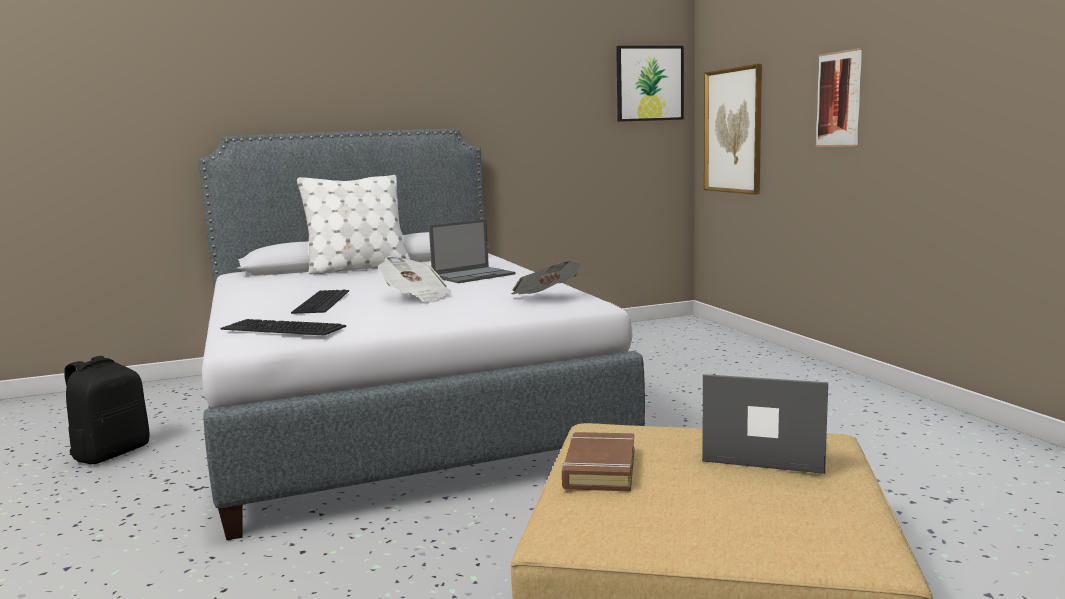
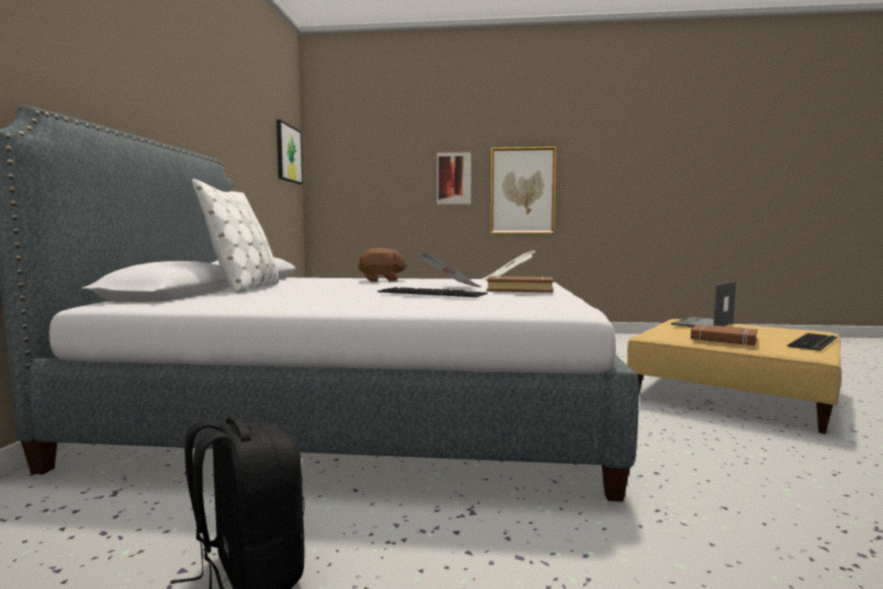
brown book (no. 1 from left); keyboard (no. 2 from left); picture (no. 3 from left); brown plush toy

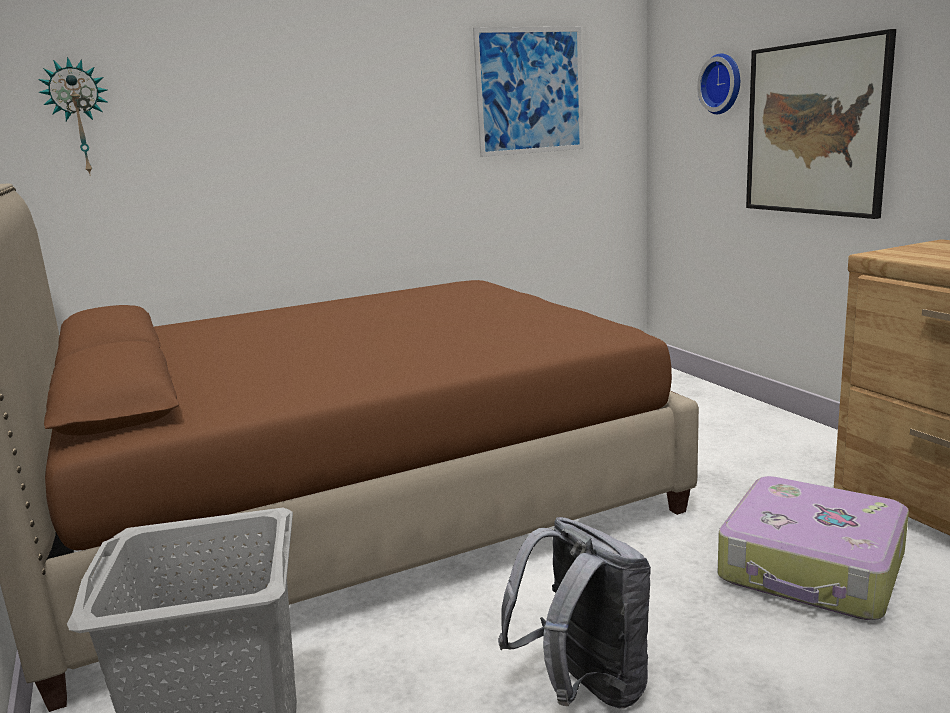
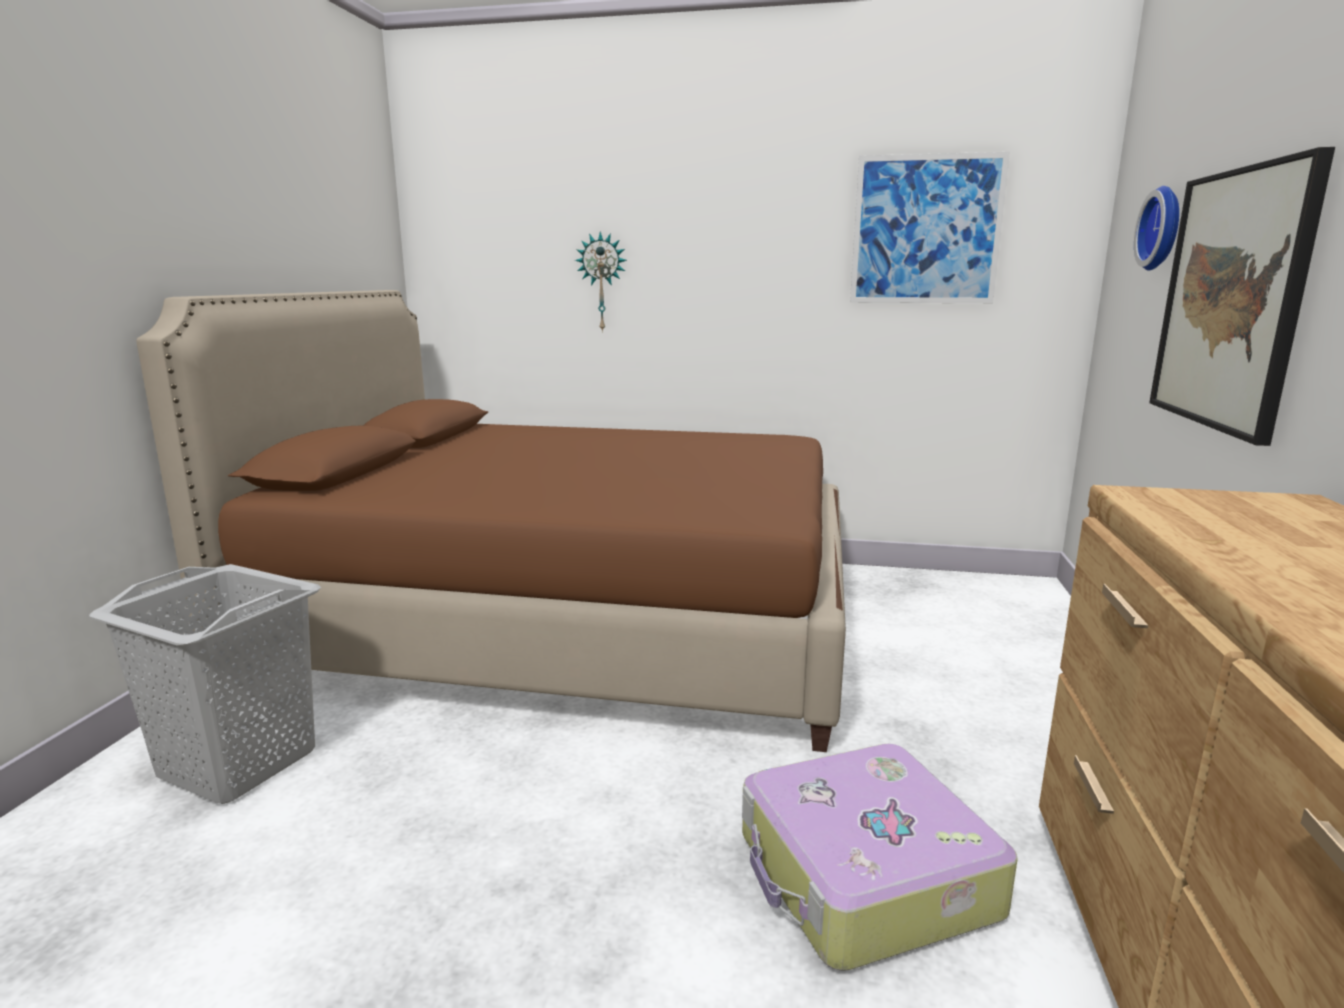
grey backpack; wall clock (no. 1 from left)

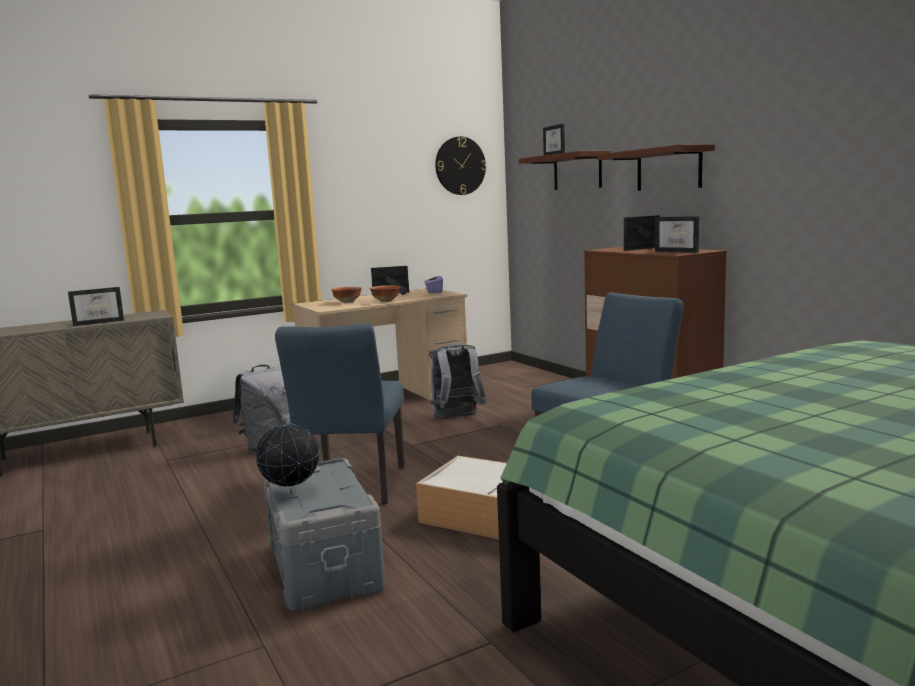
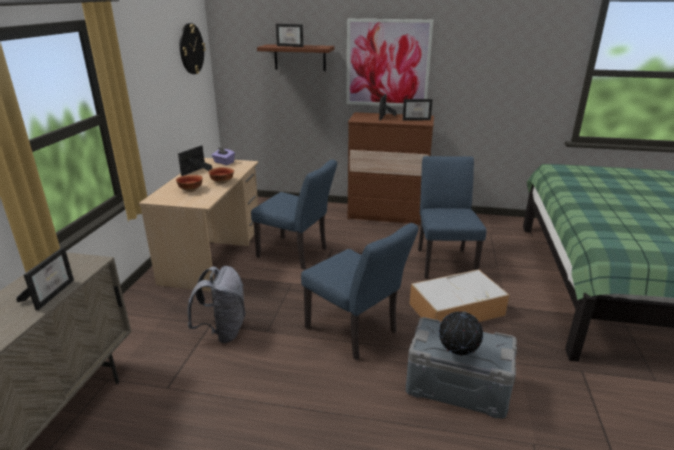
blue chair (no. 1 from left); picture

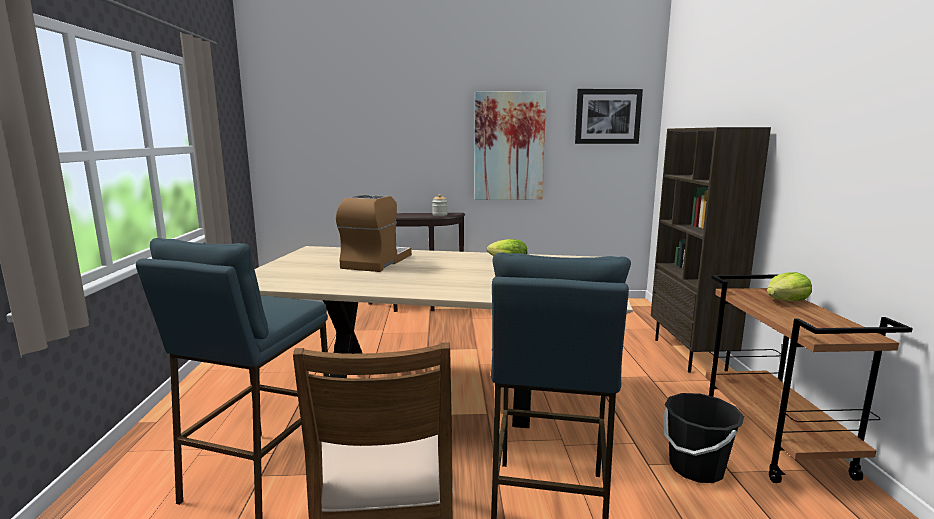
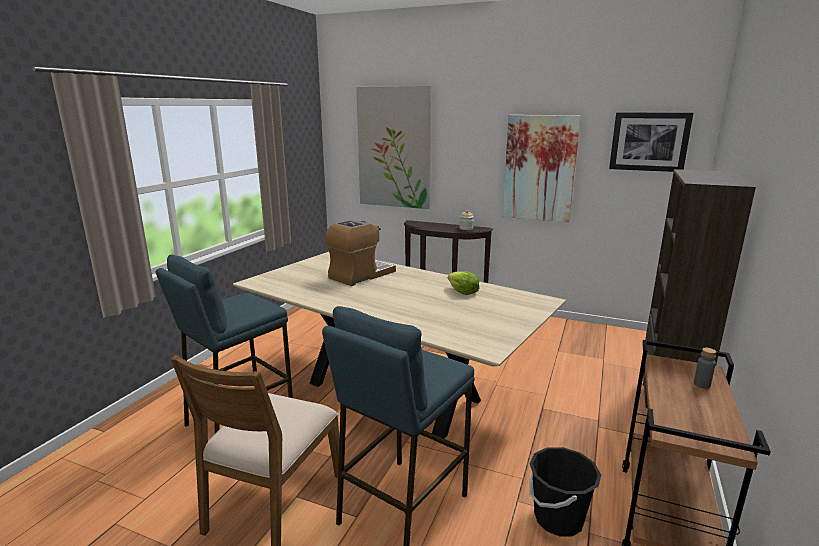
picture (no. 1 from left); grey bottle

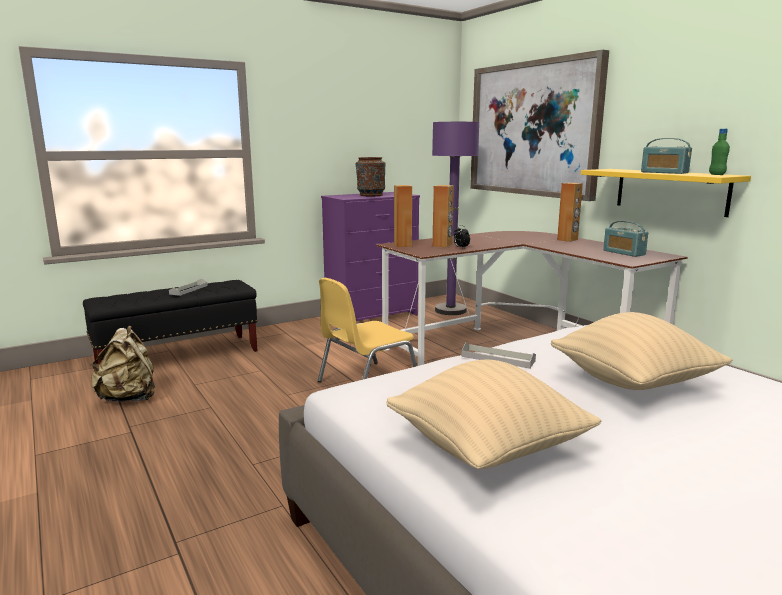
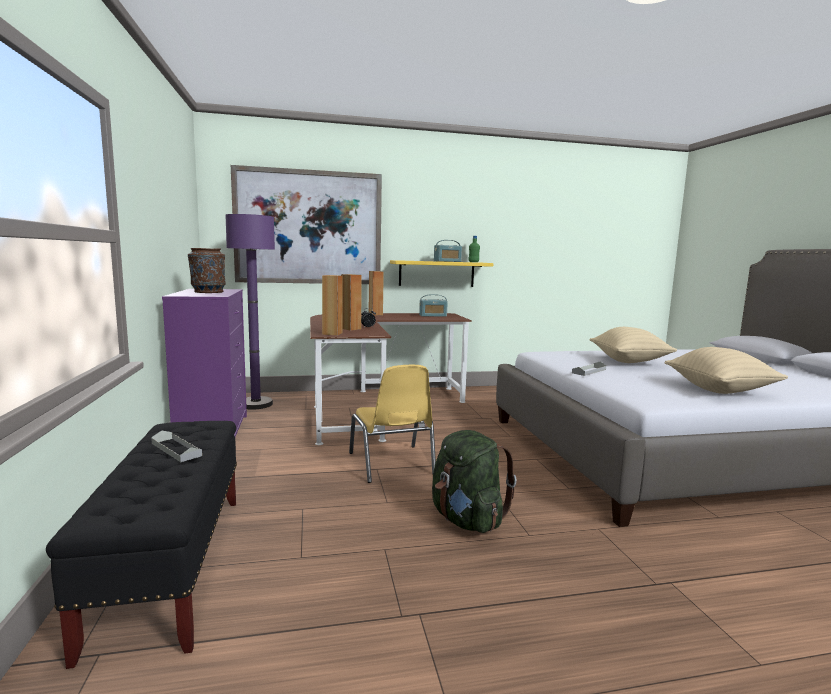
beige backpack; green backpack

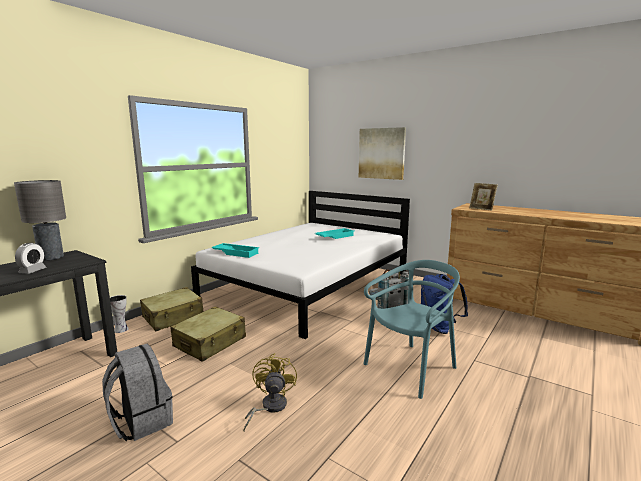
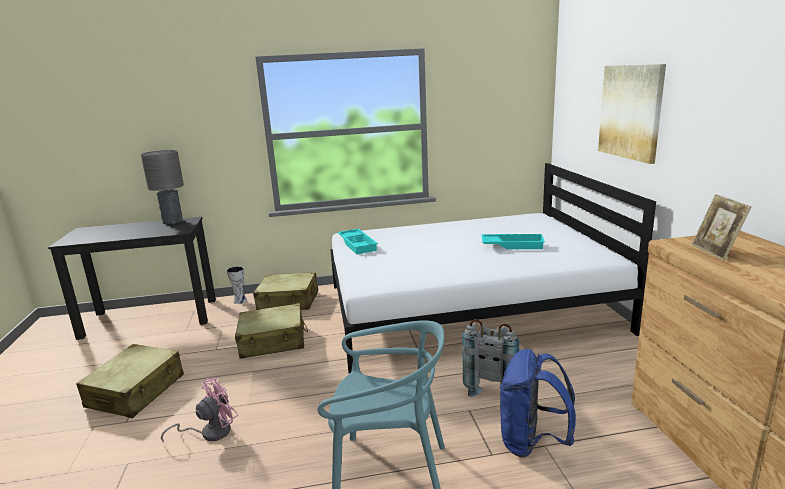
alarm clock; beige suitcase (no. 1 from left); pink fan

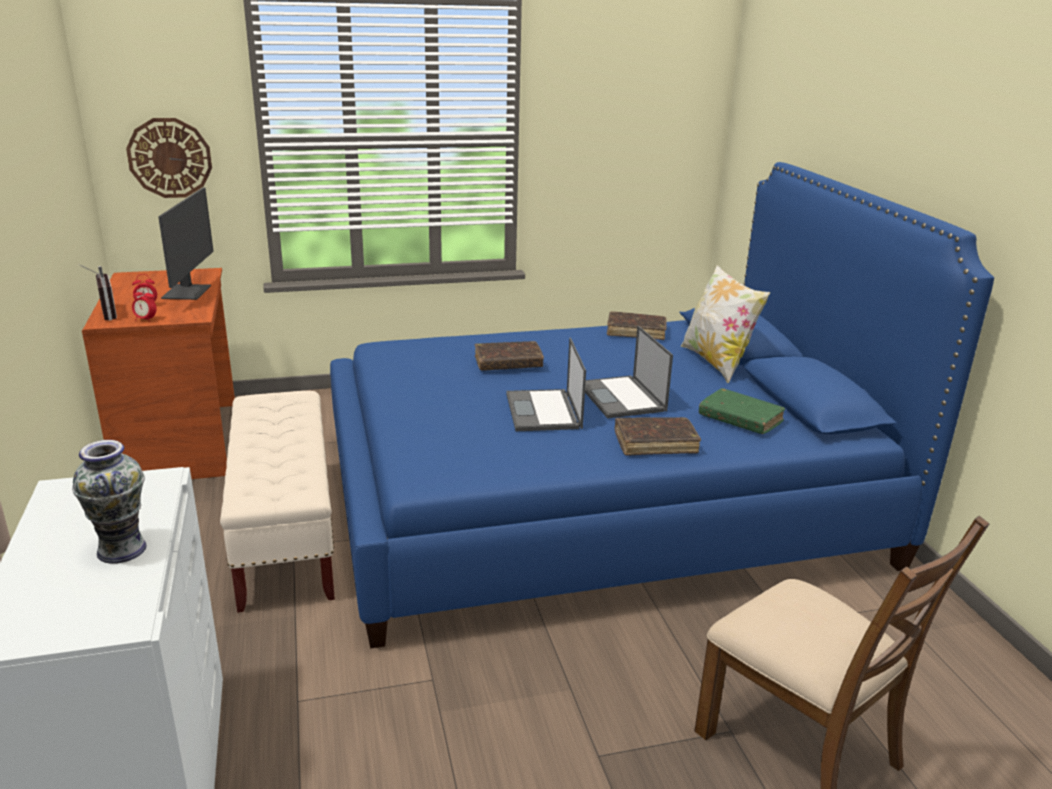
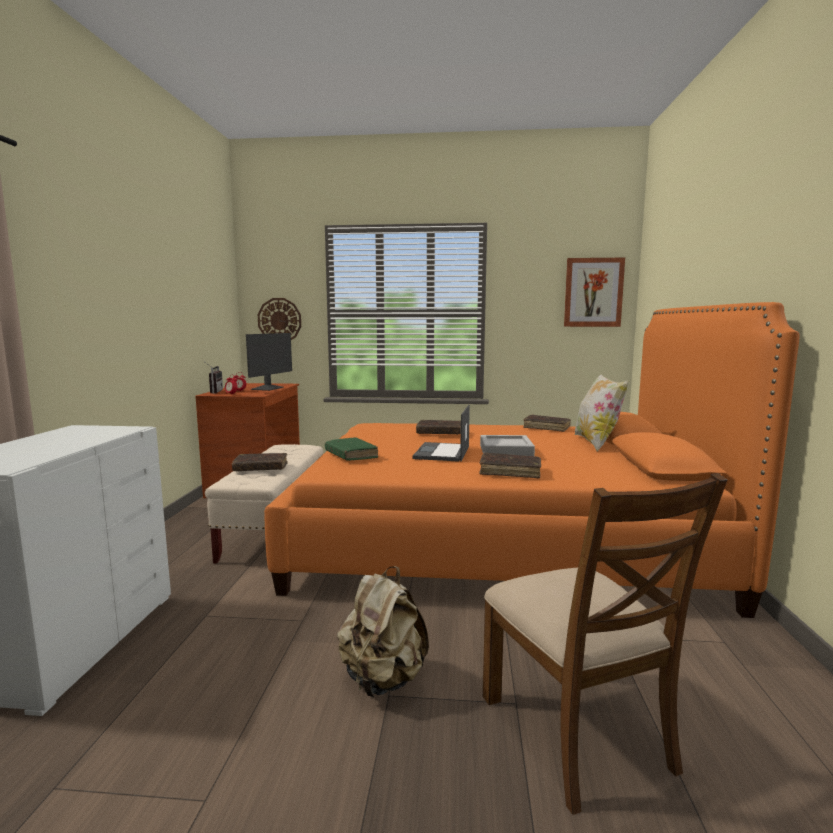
vase; brown book (no. 1 from left); beige backpack; picture; green book; grey tray; orange bed

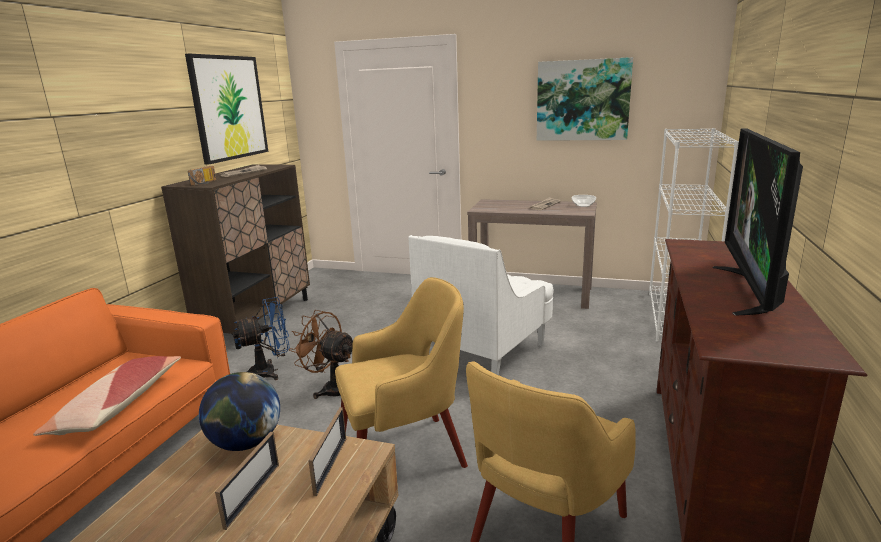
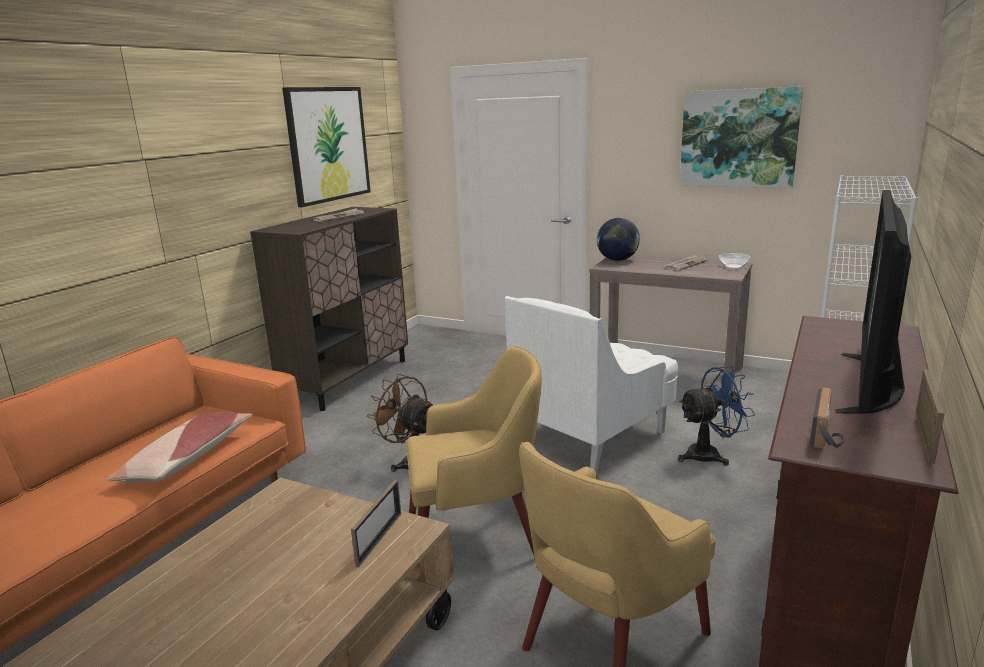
radio; globe; picture frame (no. 2 from left); blue fan

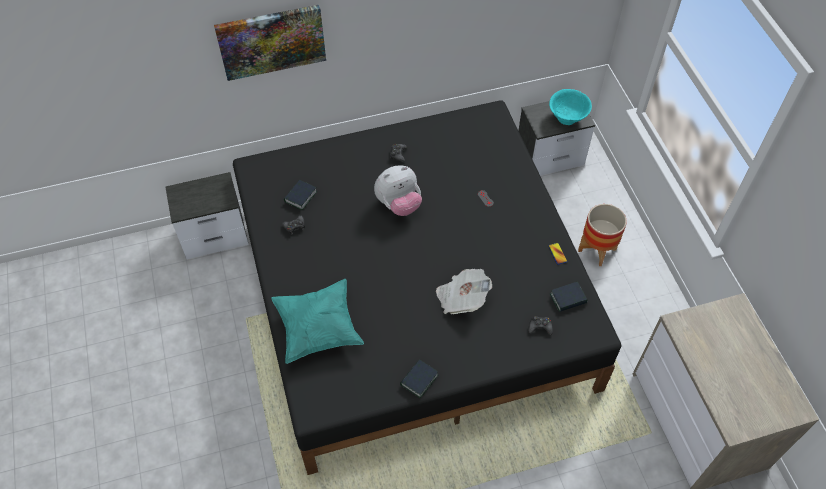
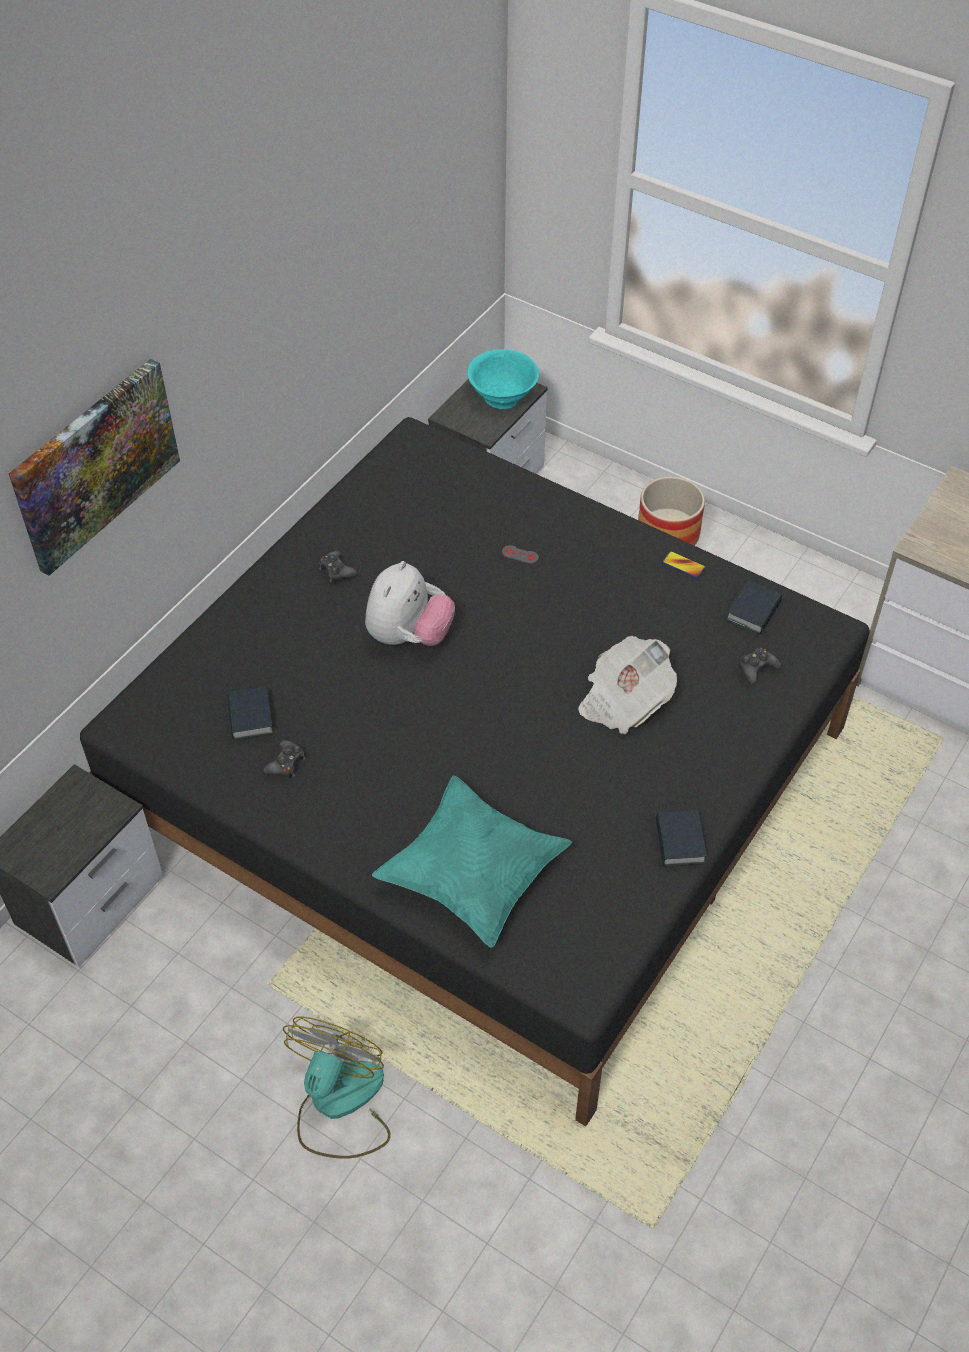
fan

